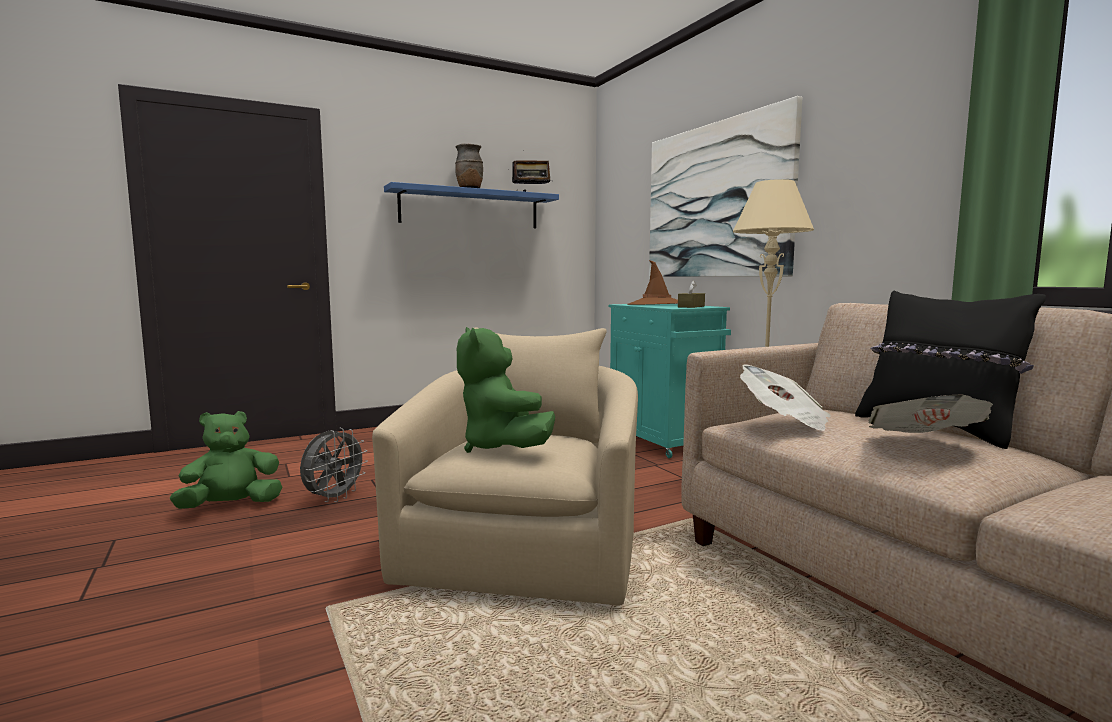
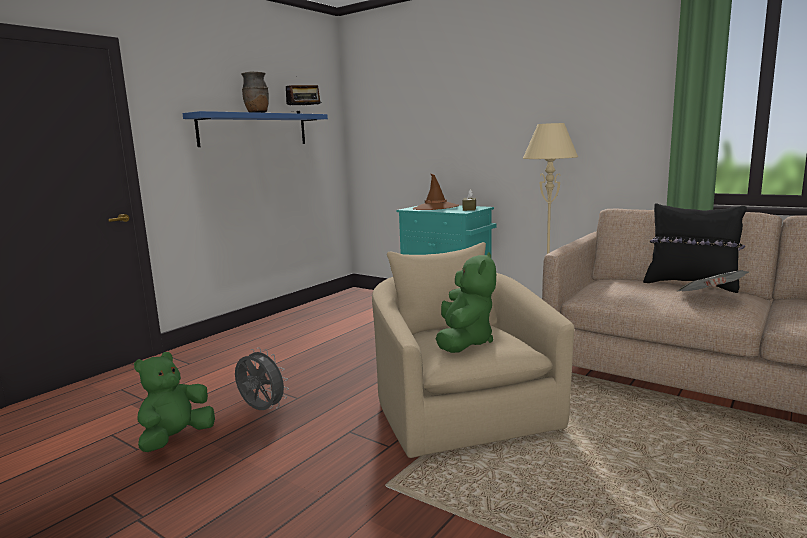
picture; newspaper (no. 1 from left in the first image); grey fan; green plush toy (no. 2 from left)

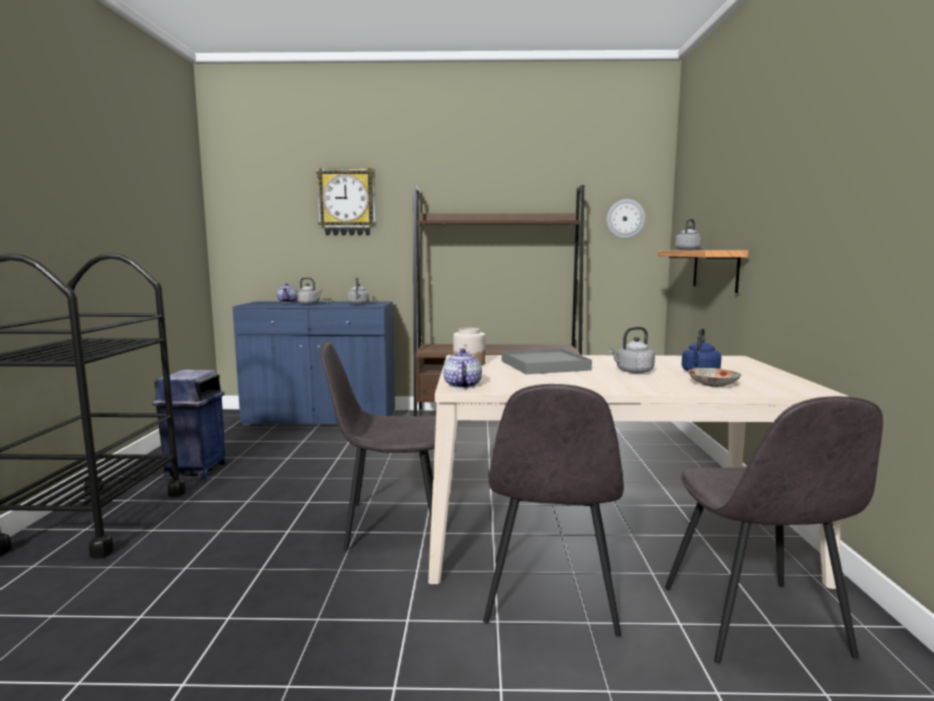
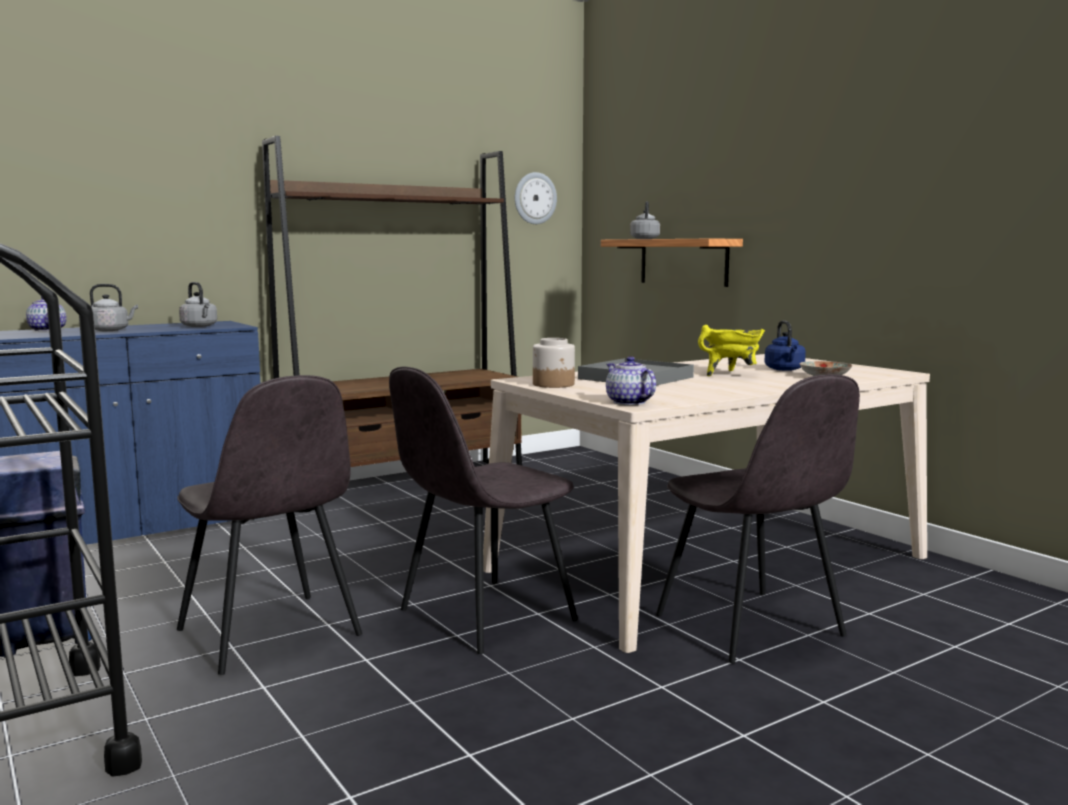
wall clock (no. 1 from left in the first image); grey chair (no. 1 from left); yellow cooking pot

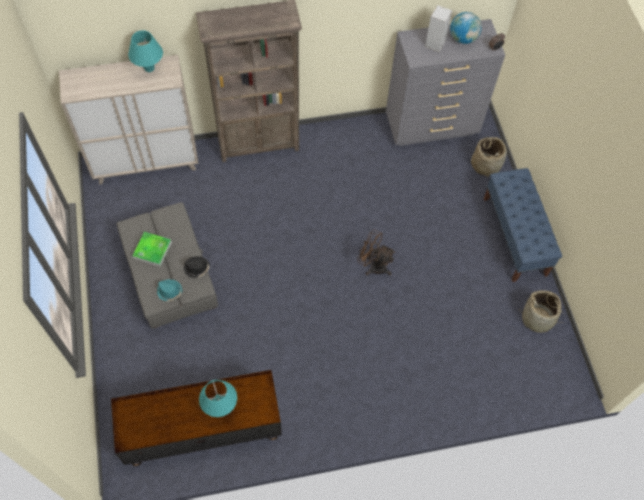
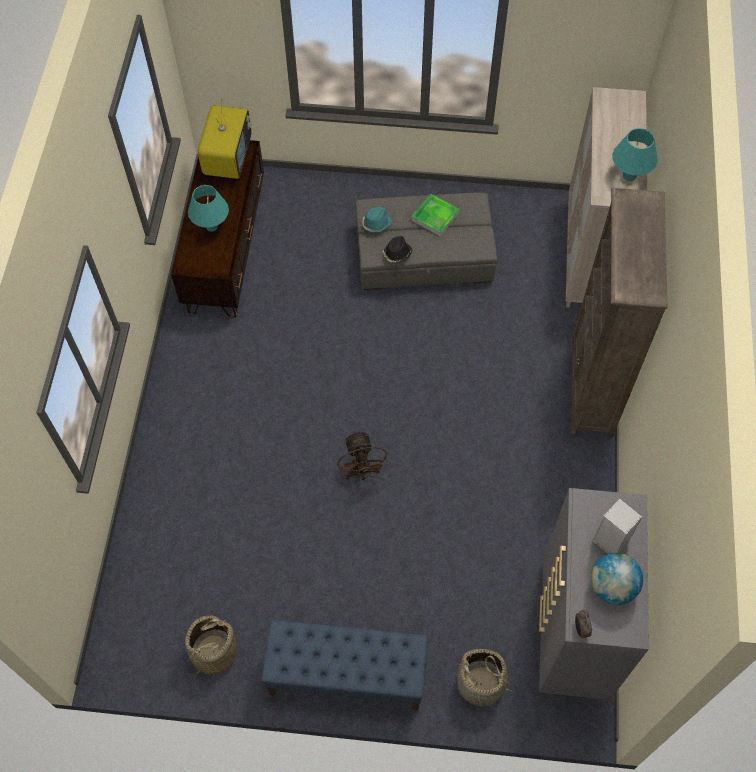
television; brown fan

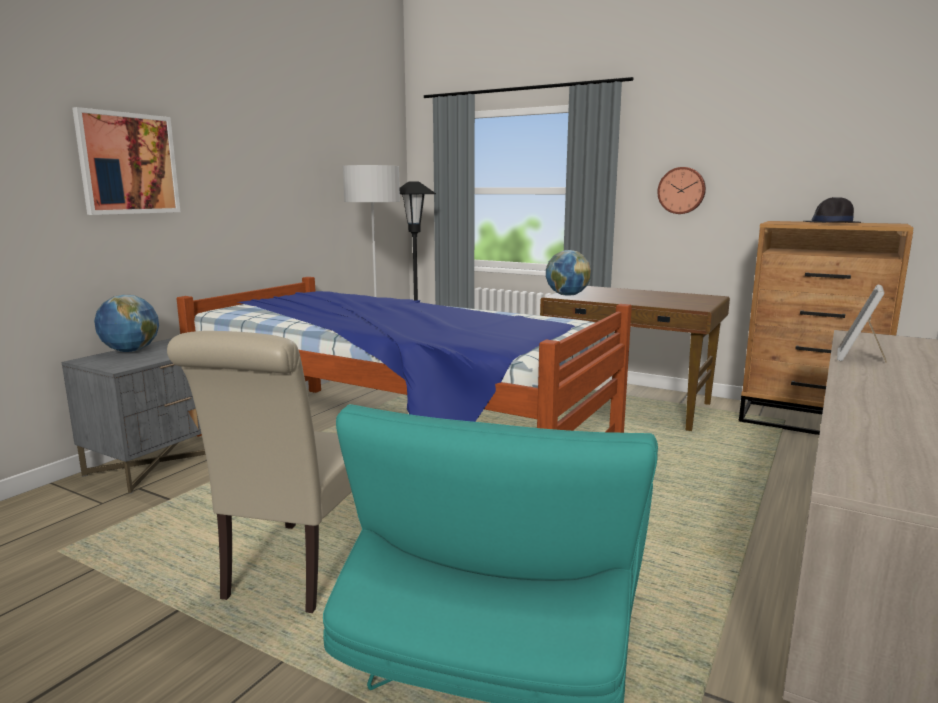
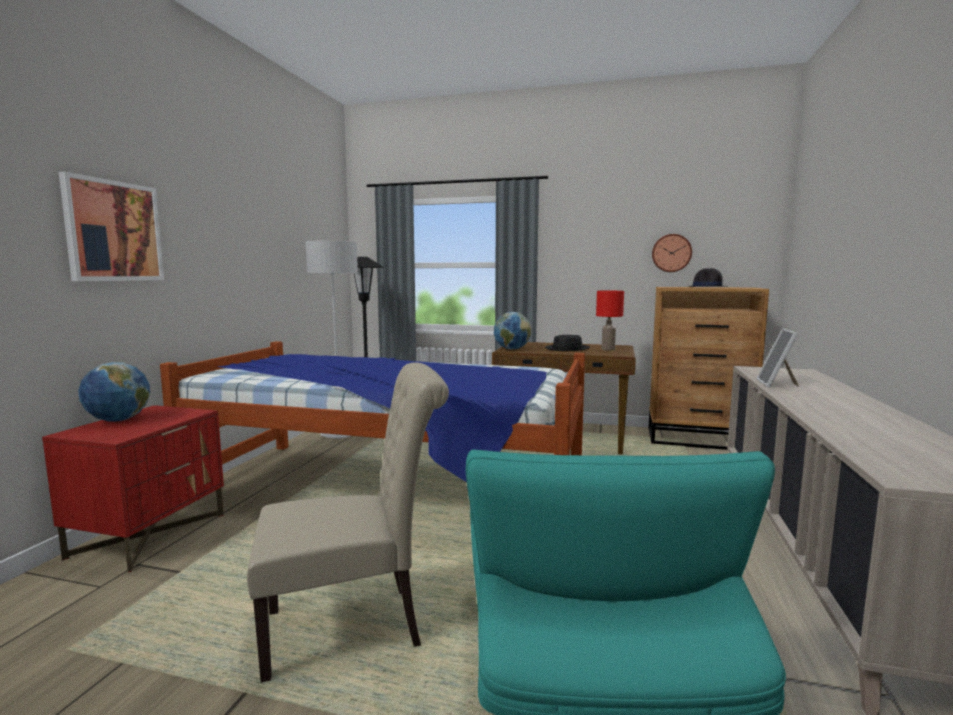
black hat (no. 1 from left); red table lamp; wall clock; red nightstand; beige chair

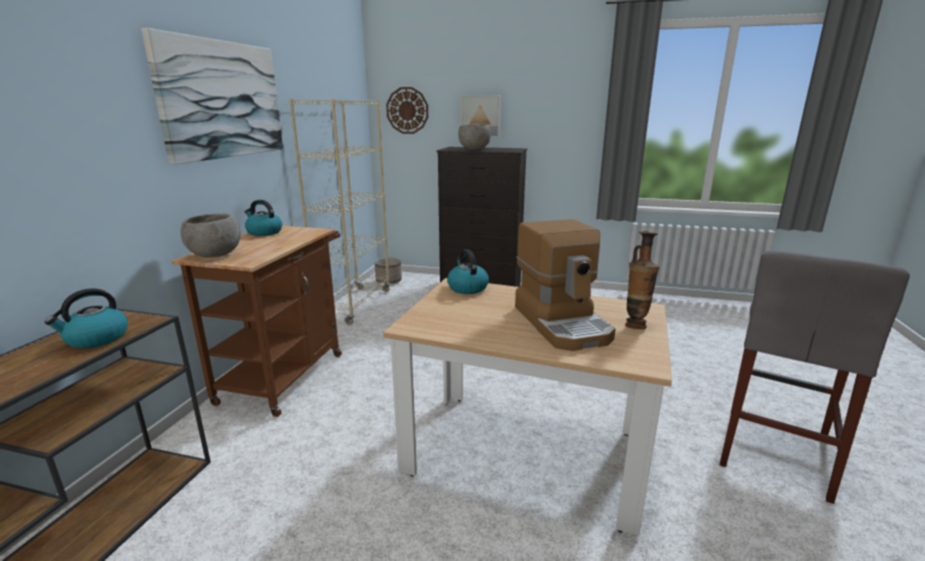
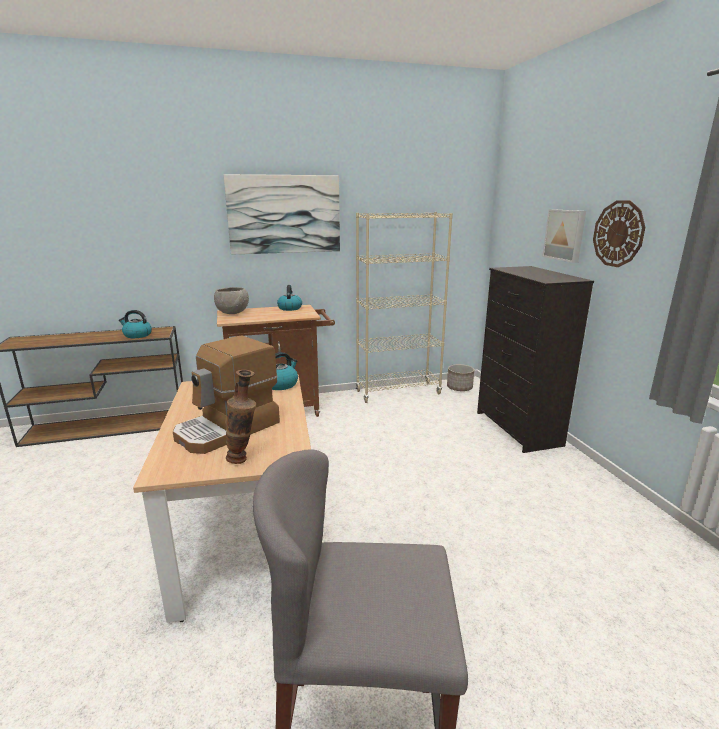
grey bowl (no. 2 from left in the first image); wall clock

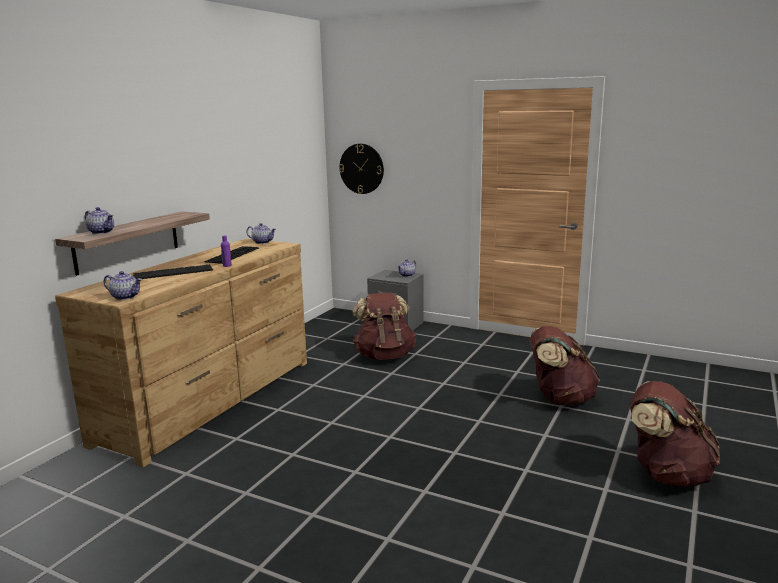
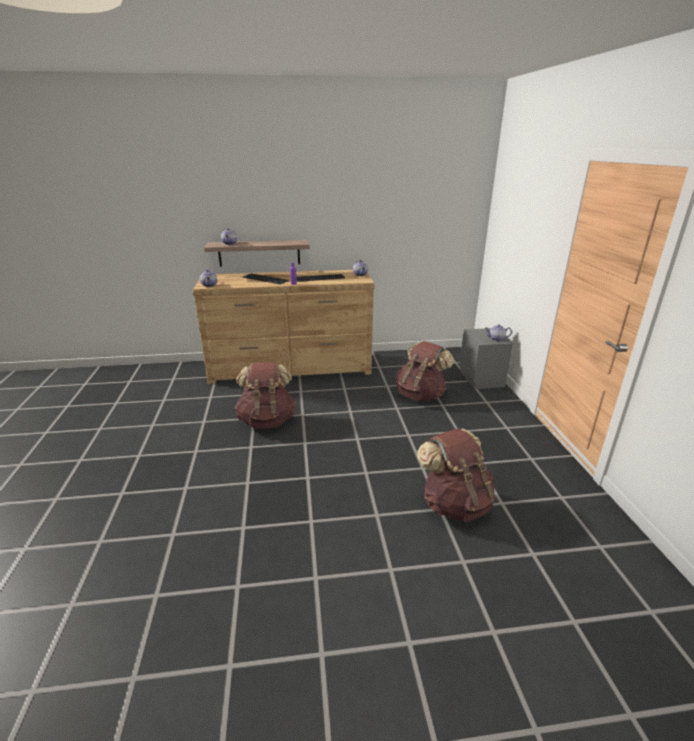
wall clock; brown backpack (no. 1 from left)

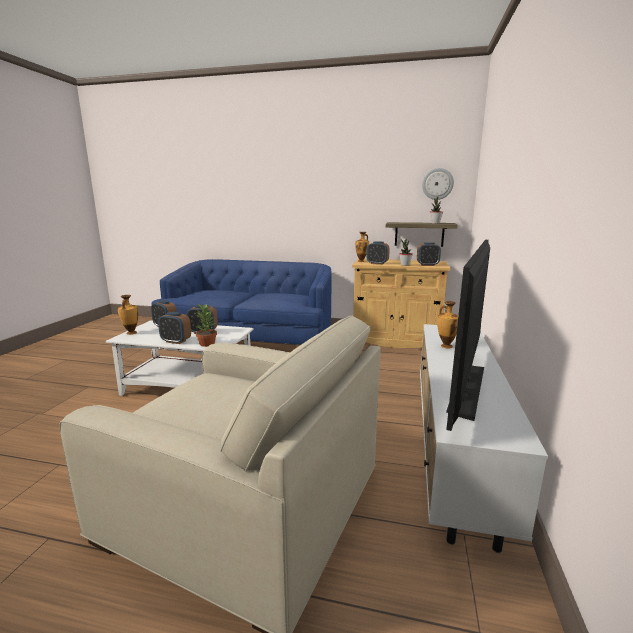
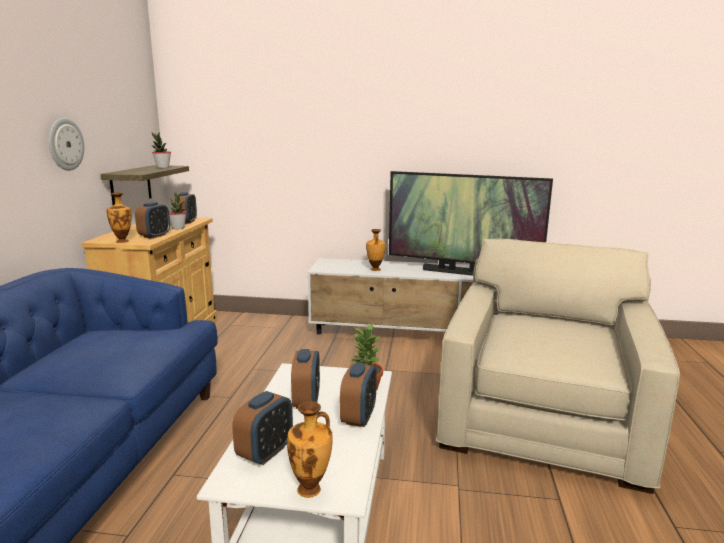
wall clock

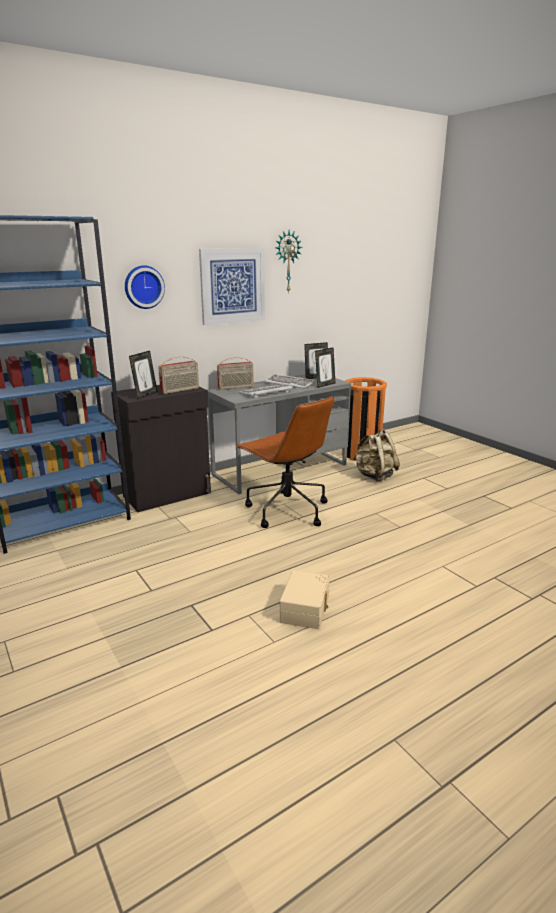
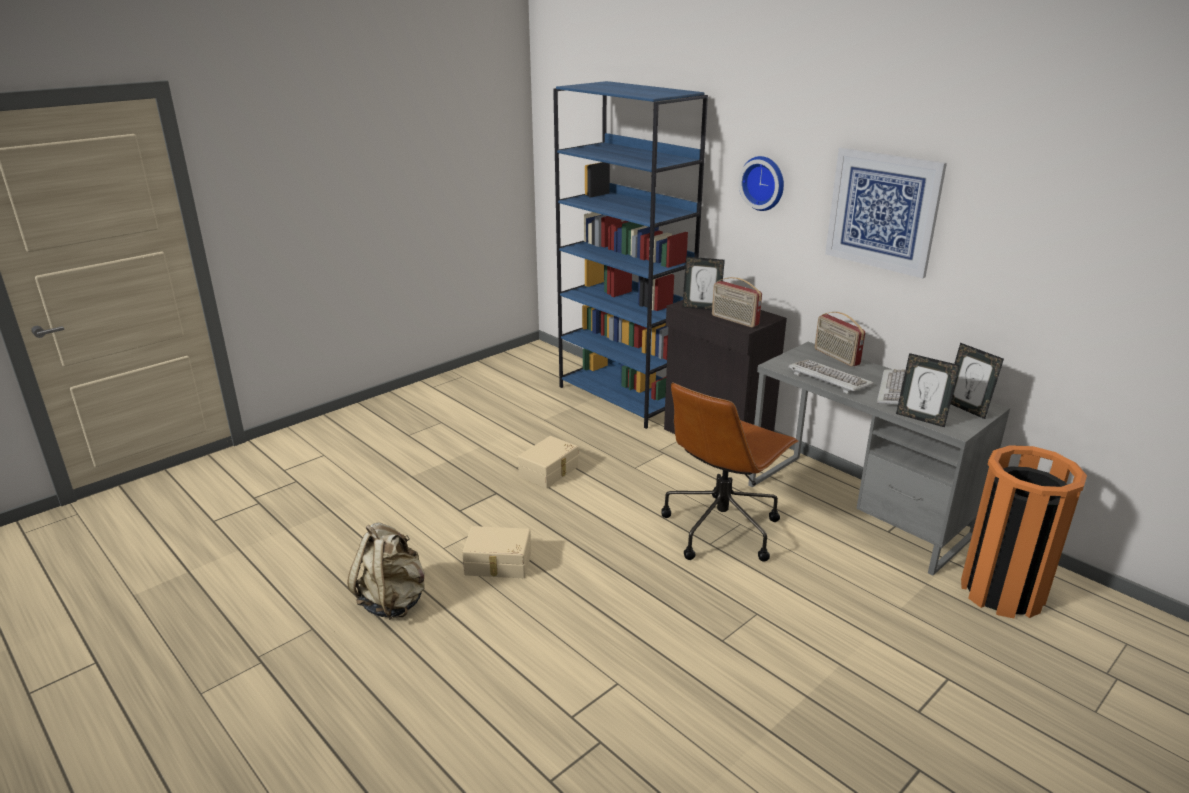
wall clock (no. 2 from left in the first image); beige storage box (no. 2 from left); beige backpack

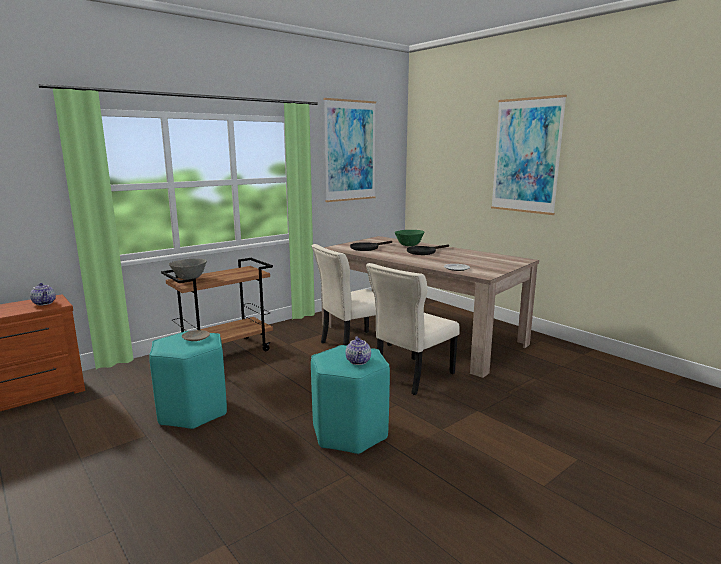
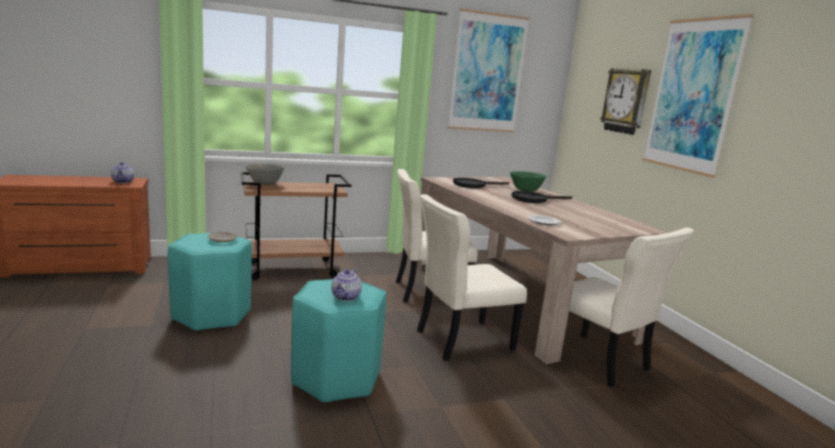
beige chair (no. 3 from left); wall clock

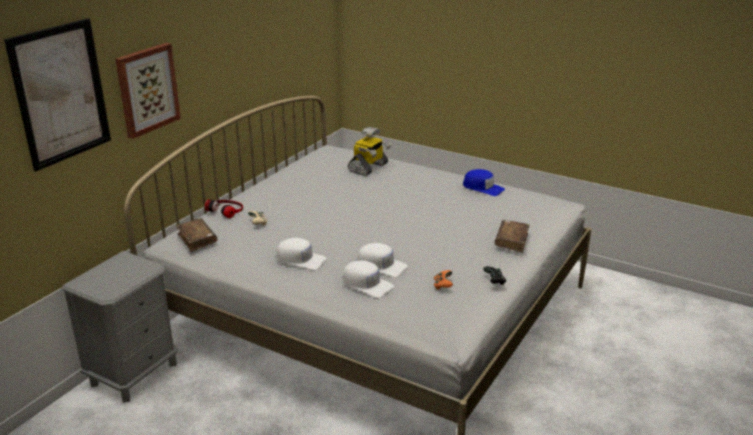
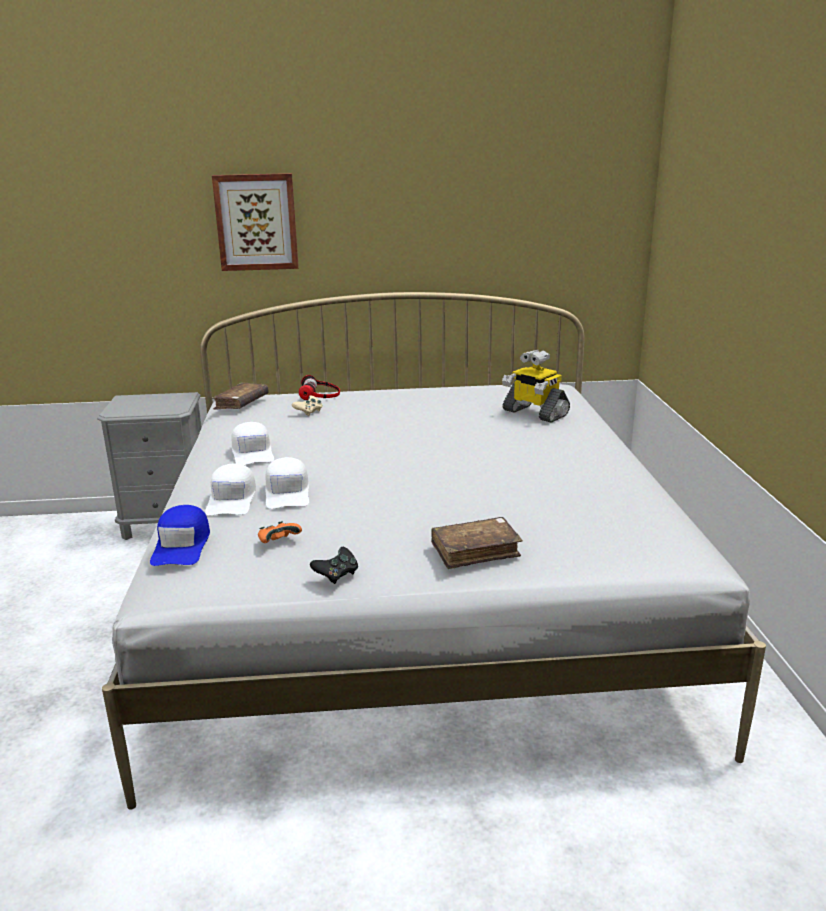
picture (no. 1 from left in the first image); blue cap; toy robot

